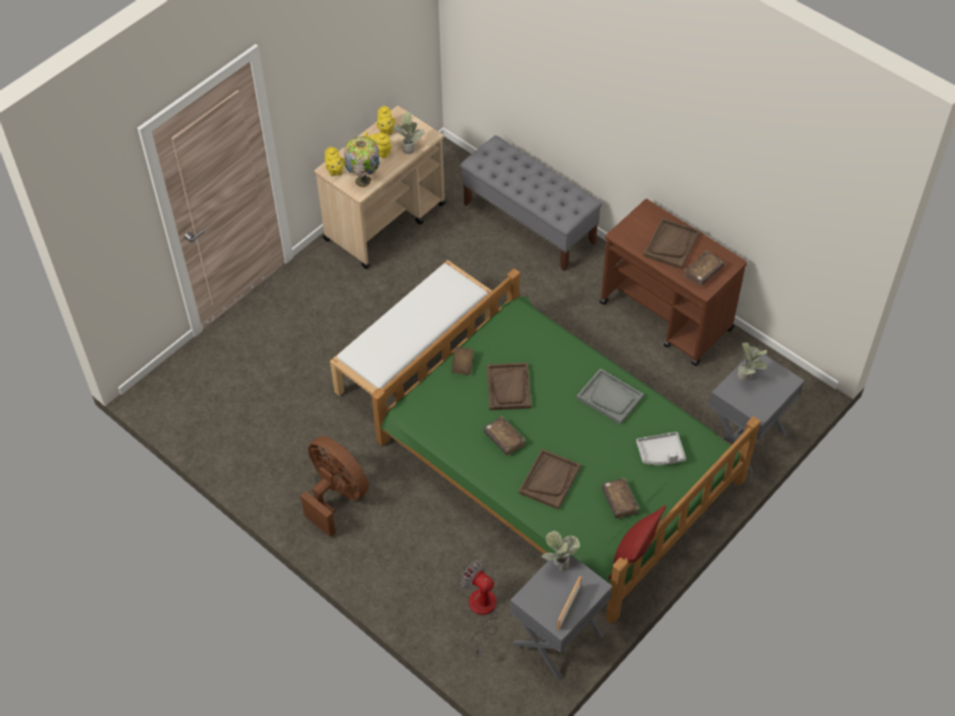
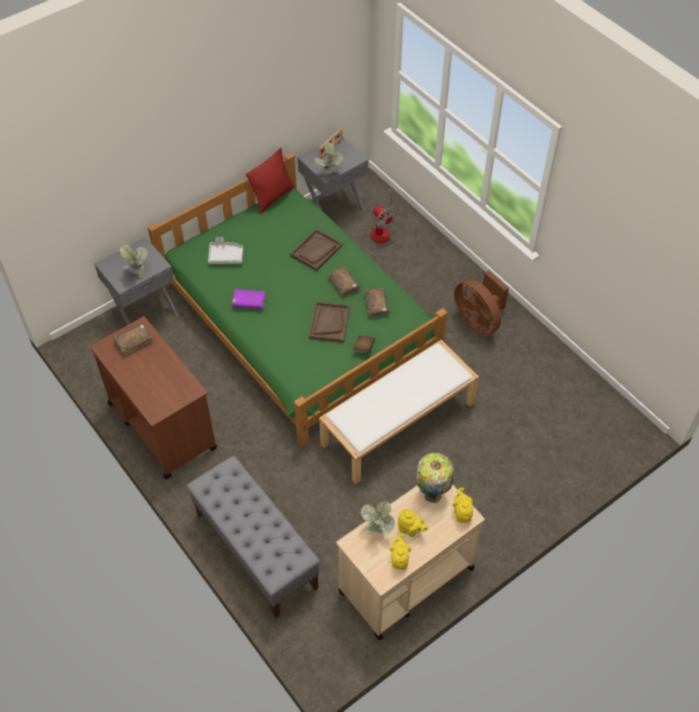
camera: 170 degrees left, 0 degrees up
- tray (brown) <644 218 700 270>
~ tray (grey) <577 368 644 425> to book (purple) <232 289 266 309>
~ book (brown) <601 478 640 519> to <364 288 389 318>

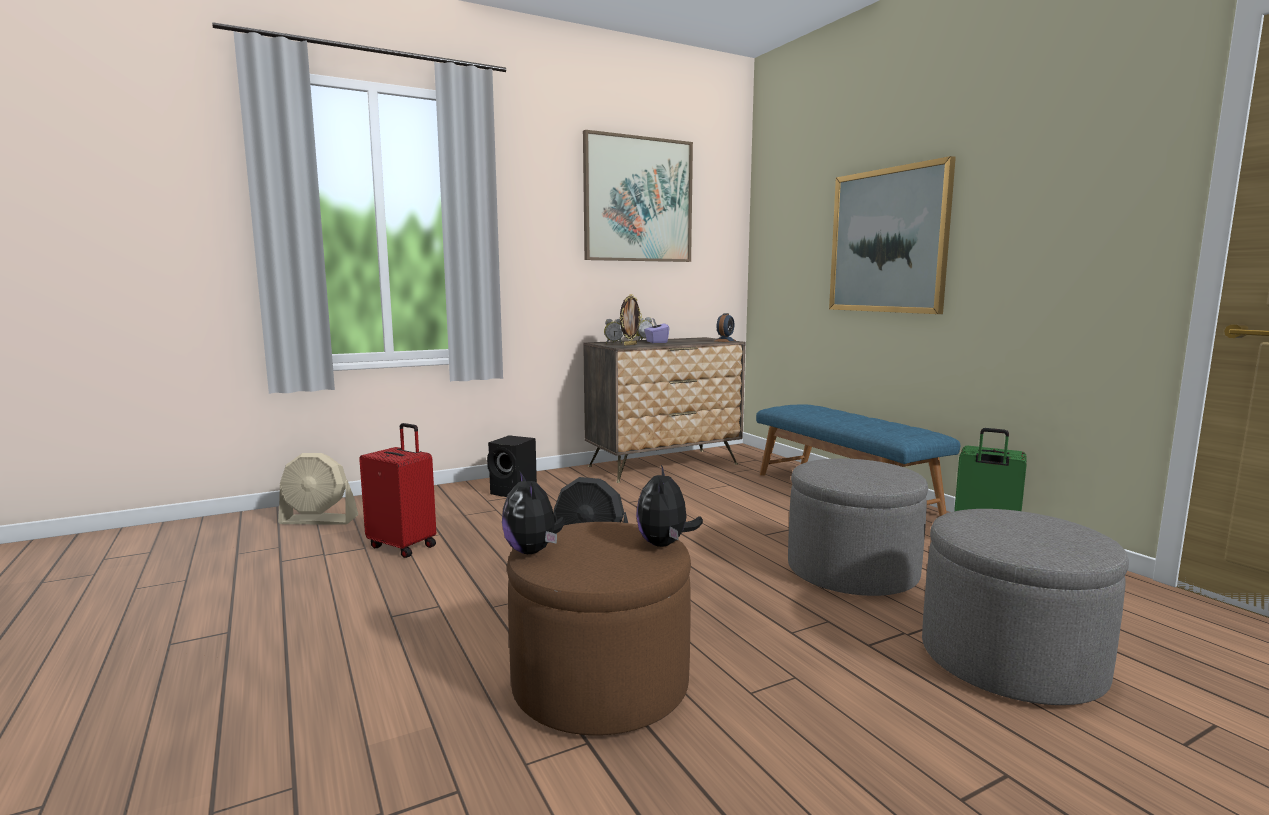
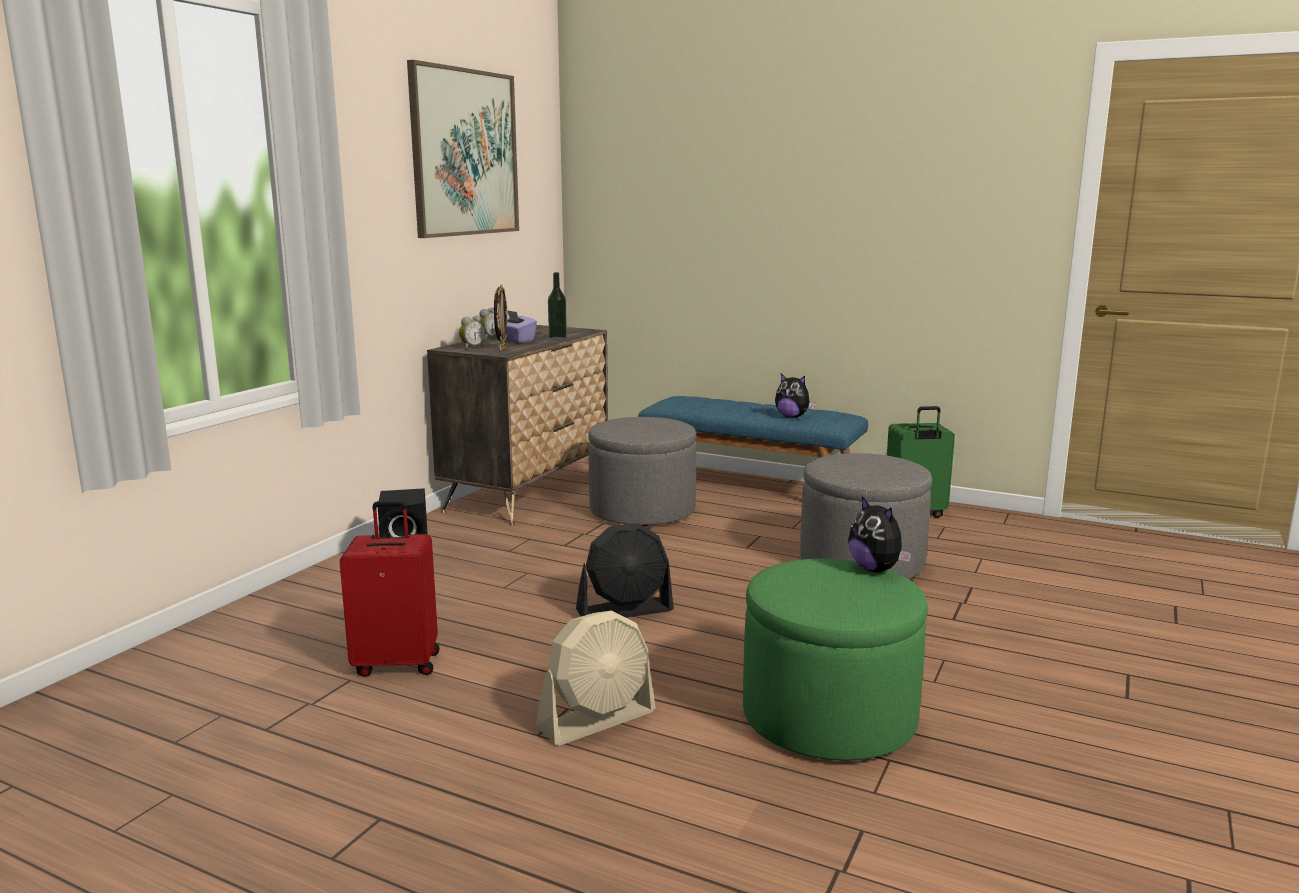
camera: 35 degrees left, 5 degrees up
- picture <829 156 956 314>
- alarm clock <715 313 736 342>
~ fan (beige) <278 453 358 525> to <536 610 656 746>
~ plush toy <502 471 565 554> to <775 373 815 418>
~ ottoman (grey) <922 509 1129 705> to <588 417 696 526>
~ ottoman (brown) <507 522 691 735> to ottoman (green) <743 559 928 761>
+ bottle <548 272 567 340>

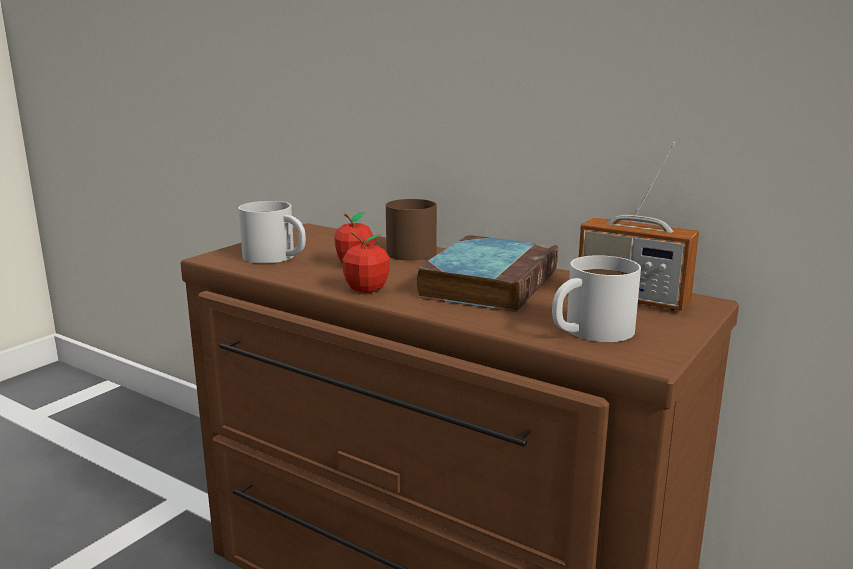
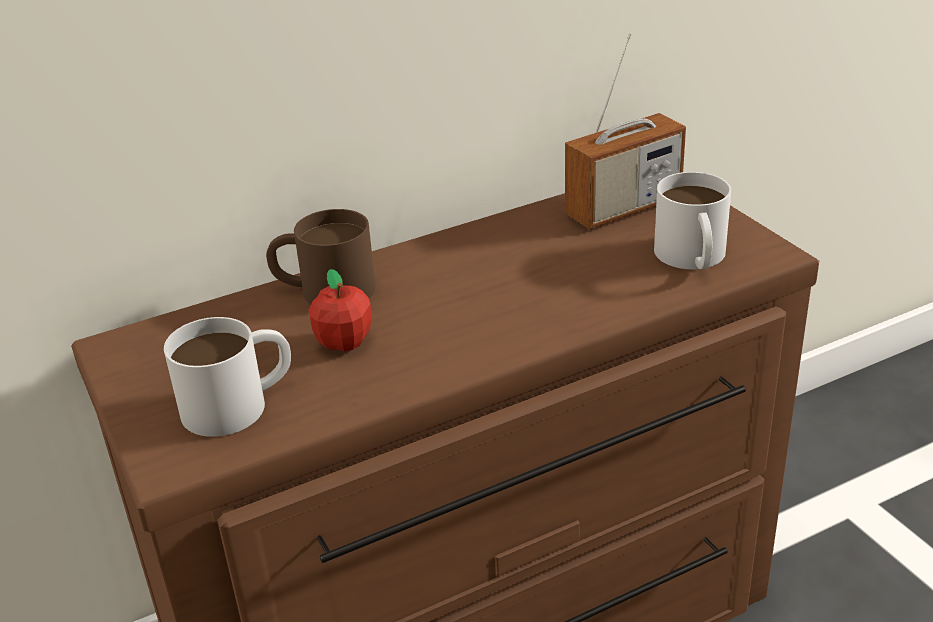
camera: 60 degrees left, 15 degrees up
- apple <342 232 390 293>
- book <416 235 558 312>

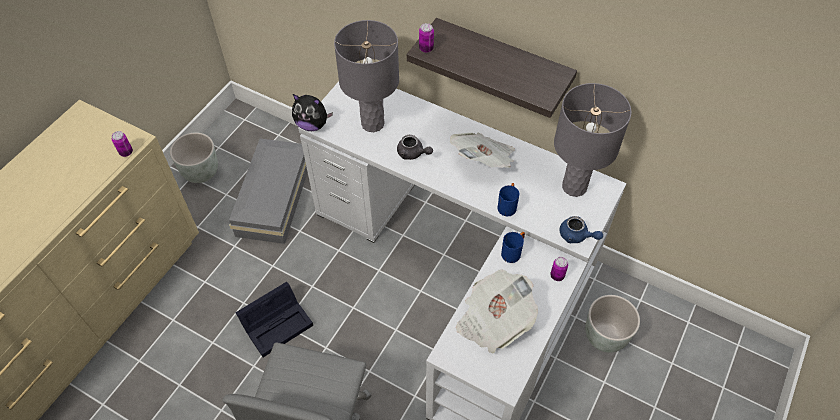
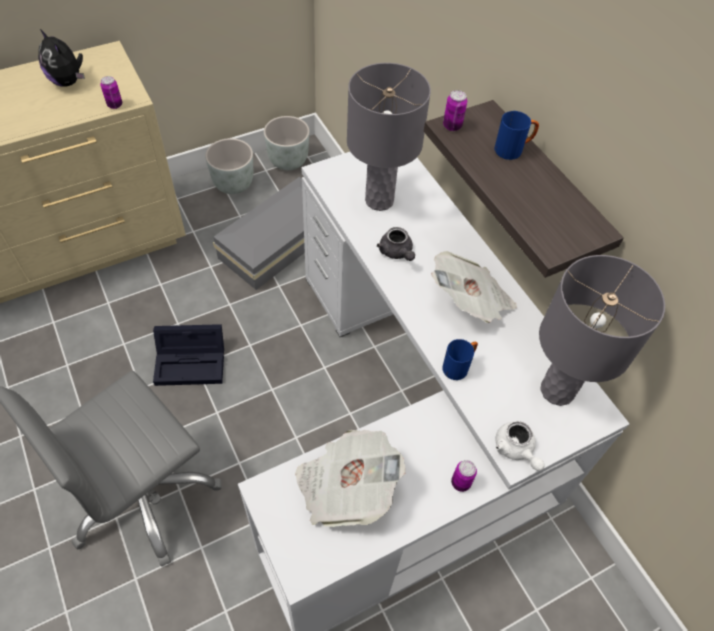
camera: 30 degrees right, 0 degrees up
~ plush toy <292 94 333 131> to <38 29 85 87>
~ teapot (blue) <560 216 603 243> to teapot (white) <495 421 545 471>
~ mug (blue) <501 232 525 263> to <494 111 539 160>
~ planter (grey) <585 295 640 353> to <264 116 310 170>

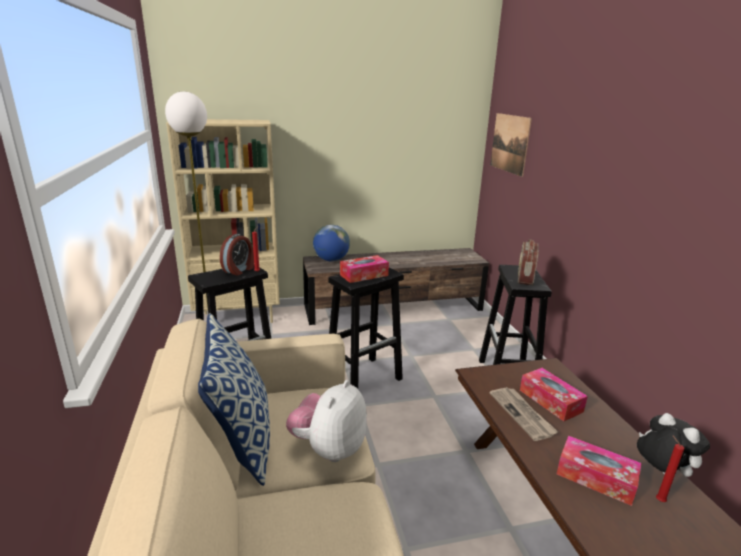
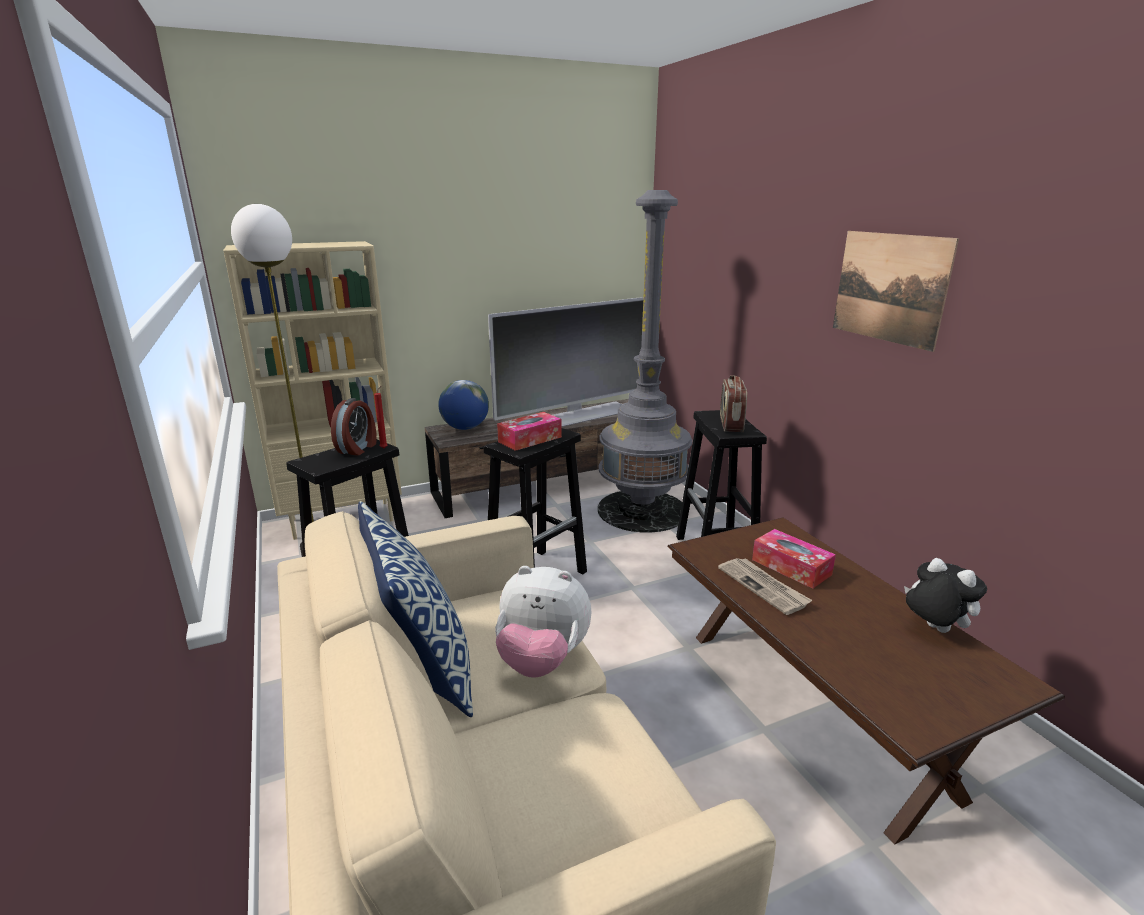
camera: 10 degrees left, 0 degrees up
~ picture <490 113 532 177> to <833 231 959 352>
~ plush toy <286 380 367 462> = <495 566 592 678> 90 degrees counterclockwise
- candle (red) <656 435 684 502>
- tissue box <557 436 642 506>
+ floor lamp (grey) <598 190 692 533>
+ television <488 297 643 427>

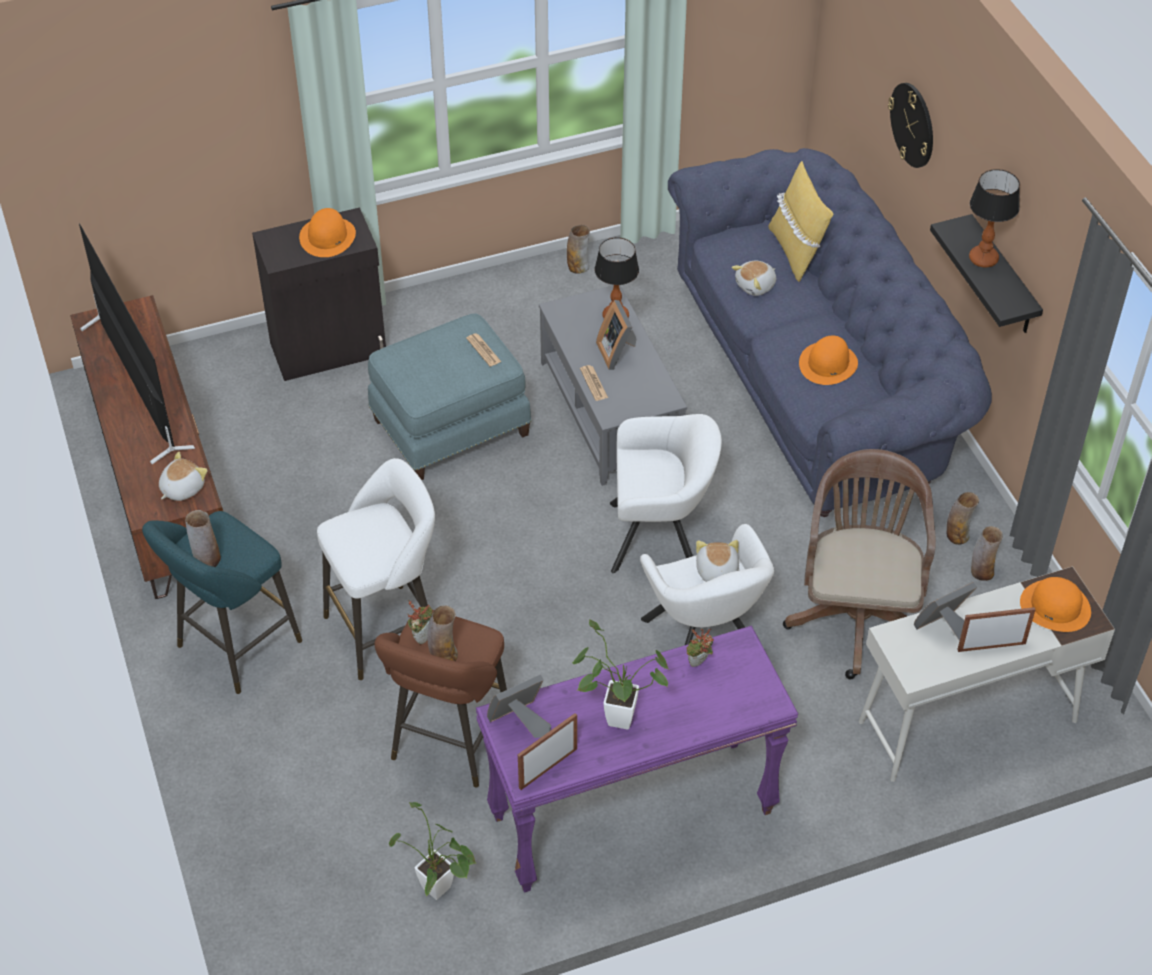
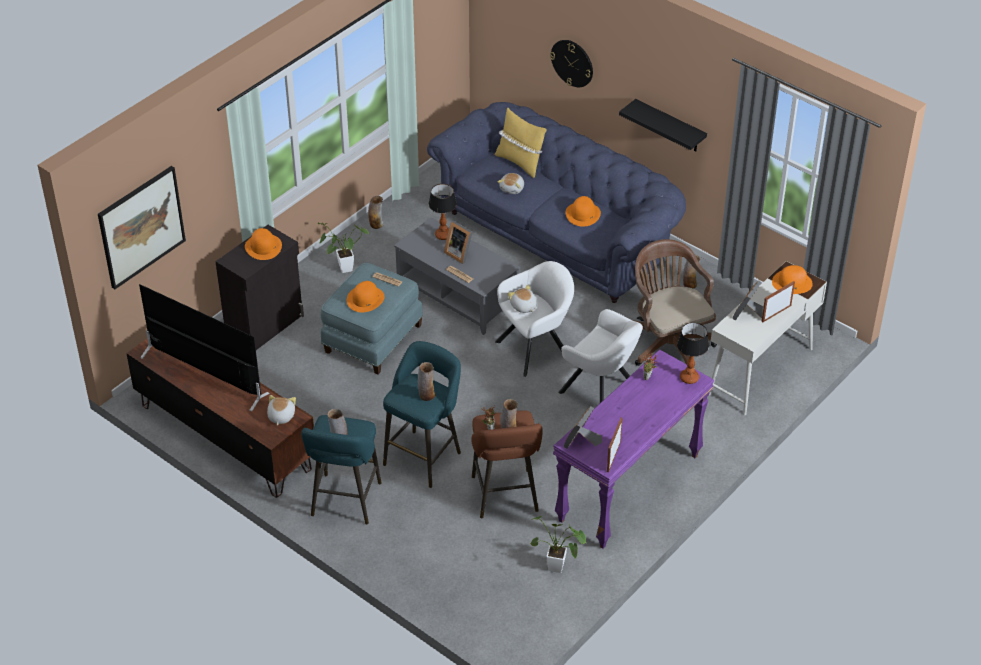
camera: 30 degrees left, 5 degrees down
~ table lamp <969 169 1020 267> to <677 322 709 384>
~ stool (white) <317 458 435 680> to stool (turquoise) <383 341 461 488>
~ vase <971 526 1003 581> to <418 362 435 401>
~ plush toy <696 540 739 582> to <508 285 537 313>
~ potted plant <572 620 668 730> to <318 223 369 273>
+ picture <98 166 186 289>
+ hat (orange) <347 281 385 312>

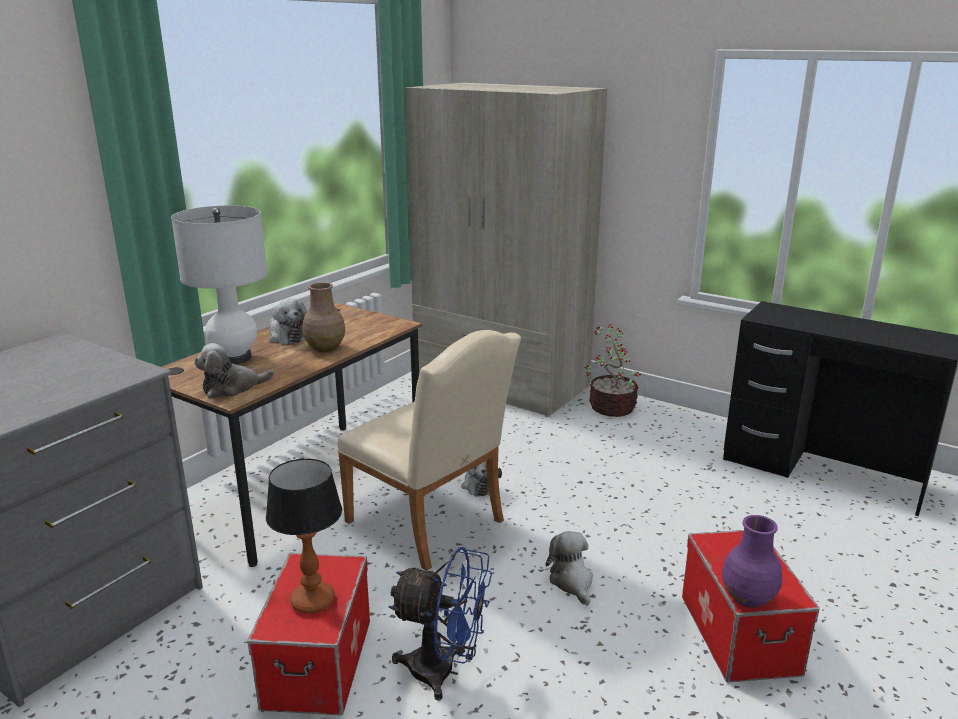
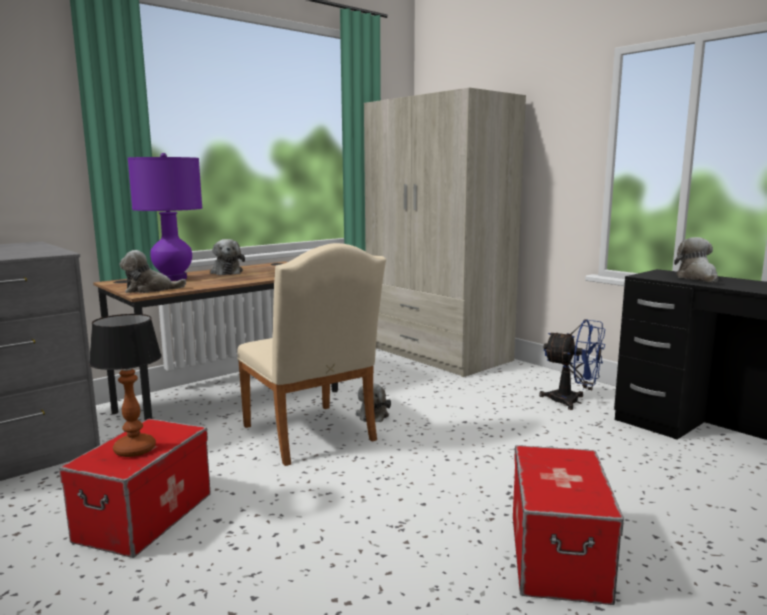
camera: 15 degrees right, 10 degrees down
~ table lamp (white) <171 205 268 364> to table lamp (purple) <128 153 202 281>
- vase (brown) <302 282 345 352>
- potted plant <585 324 641 417>
- vase (purple) <722 515 782 608>
~ plush toy <546 531 593 606> to <674 237 718 283>
~ fan (blue) <388 547 492 701> to <539 319 605 410>

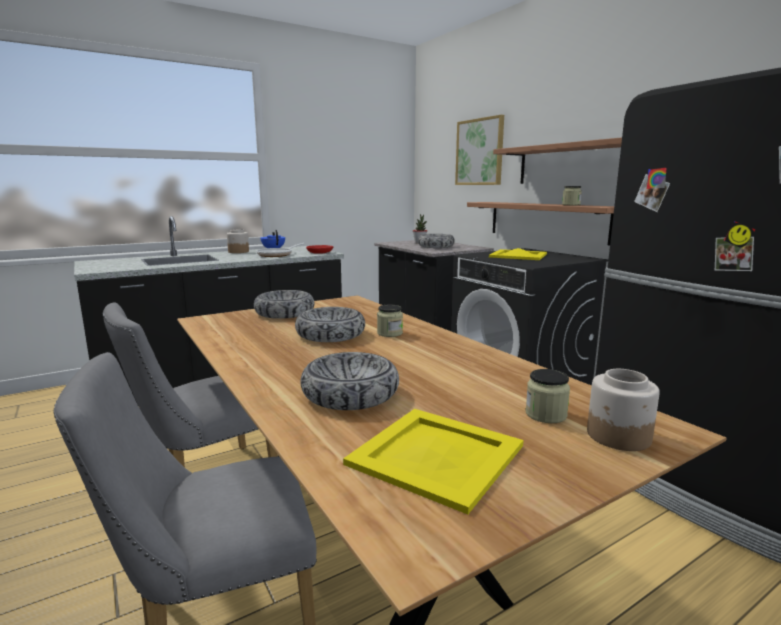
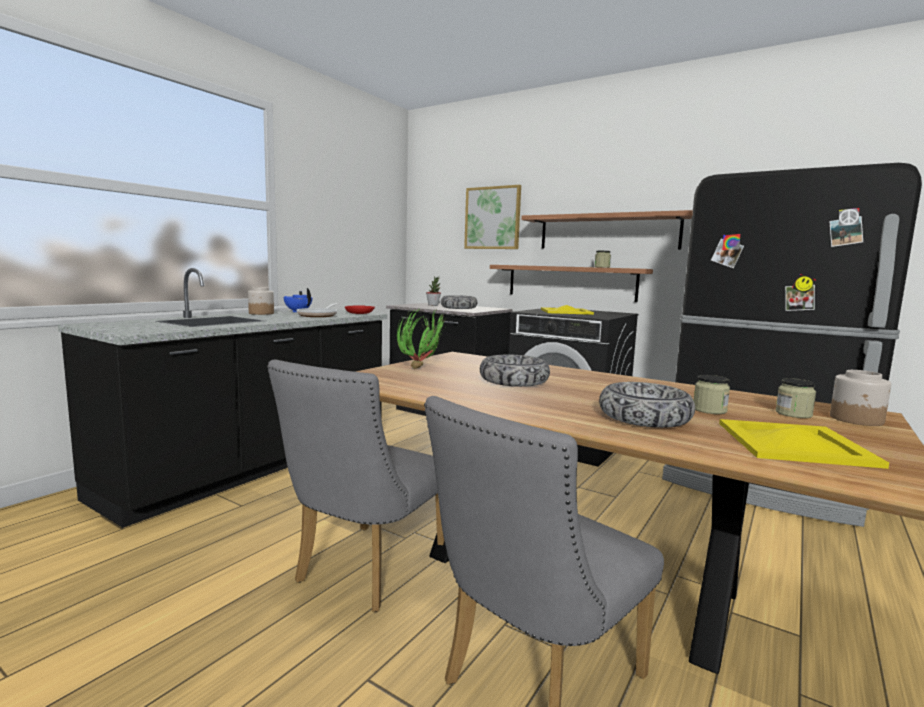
camera: 25 degrees left, 5 degrees down
~ bowl <254 290 315 319> to potted plant <397 309 448 369>
~ jar <377 304 403 337> to <694 375 730 414>

